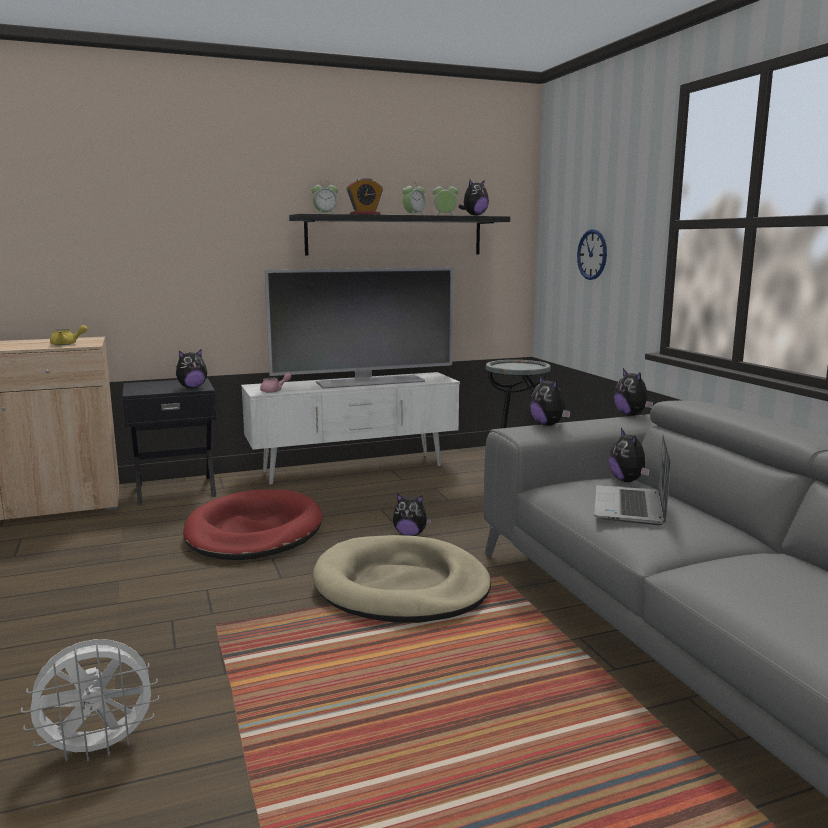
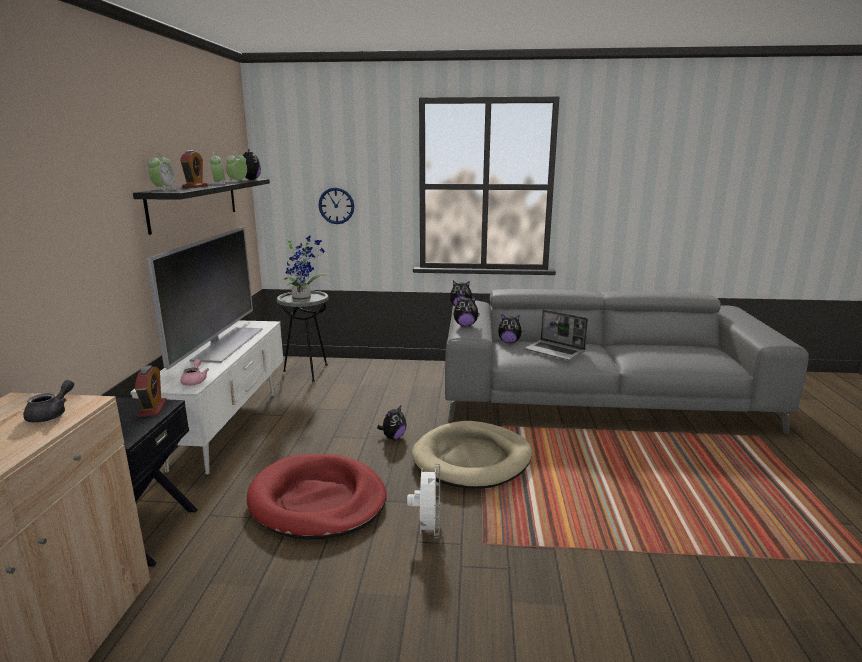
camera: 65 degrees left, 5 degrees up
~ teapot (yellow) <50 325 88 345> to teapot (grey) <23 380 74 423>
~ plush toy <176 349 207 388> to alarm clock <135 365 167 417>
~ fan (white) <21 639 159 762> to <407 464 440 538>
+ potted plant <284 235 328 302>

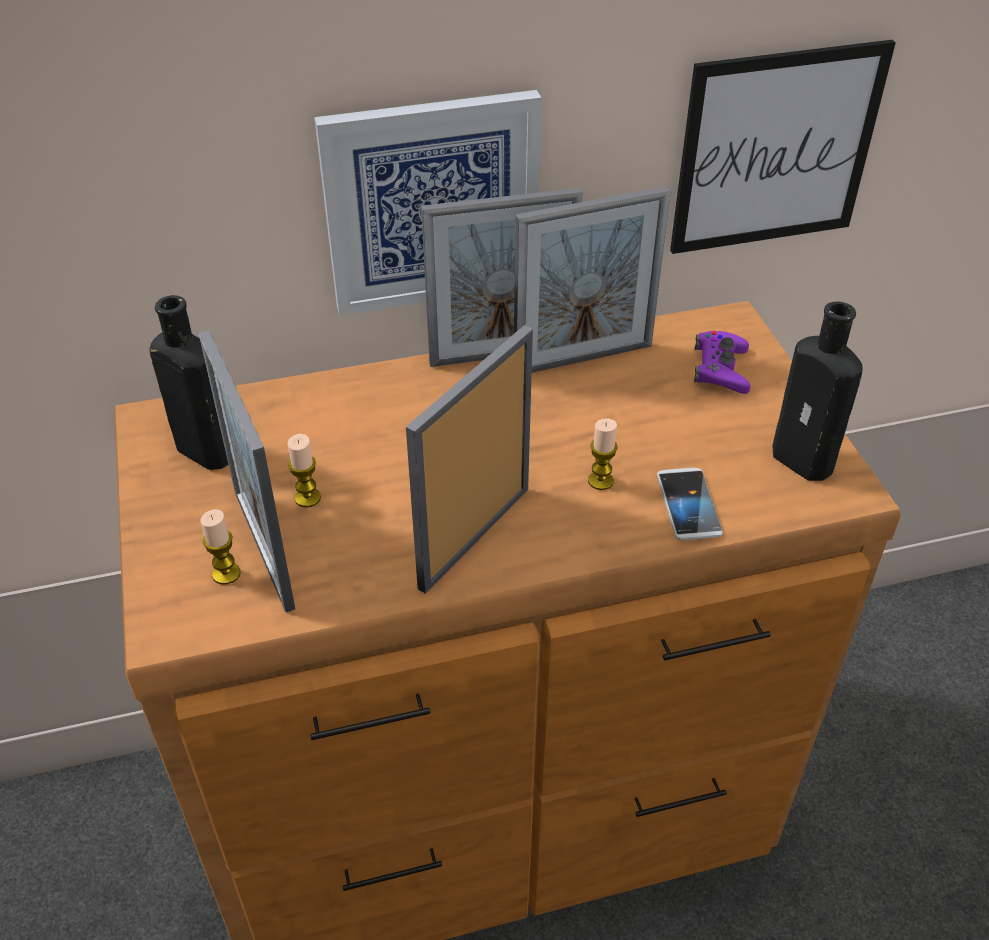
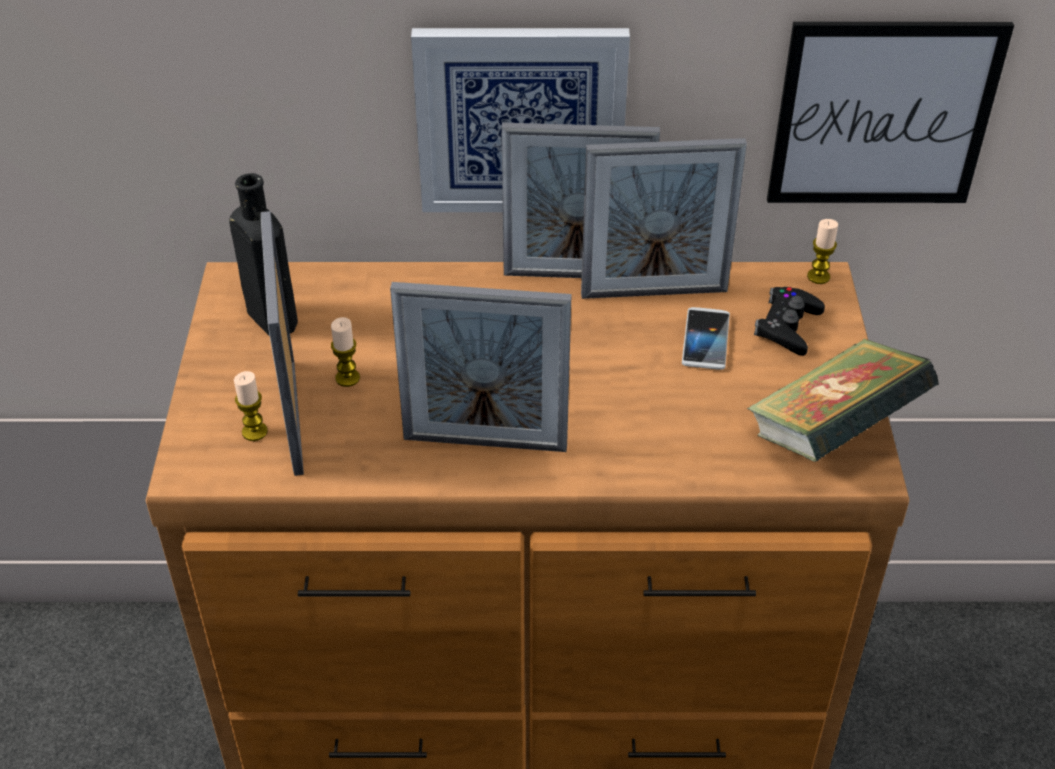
camera: 15 degrees right, 0 degrees up
~ bottle (black) <772 301 862 481> to book <747 339 939 462>
~ picture frame <406 325 533 593> = <390 282 572 452> 135 degrees counterclockwise
~ game controller (purple) <694 331 751 394> to game controller (black) <754 287 825 356>
~ candle <588 418 618 490> to <807 219 838 284>
~ phone <657 468 723 540> to <682 307 730 370>

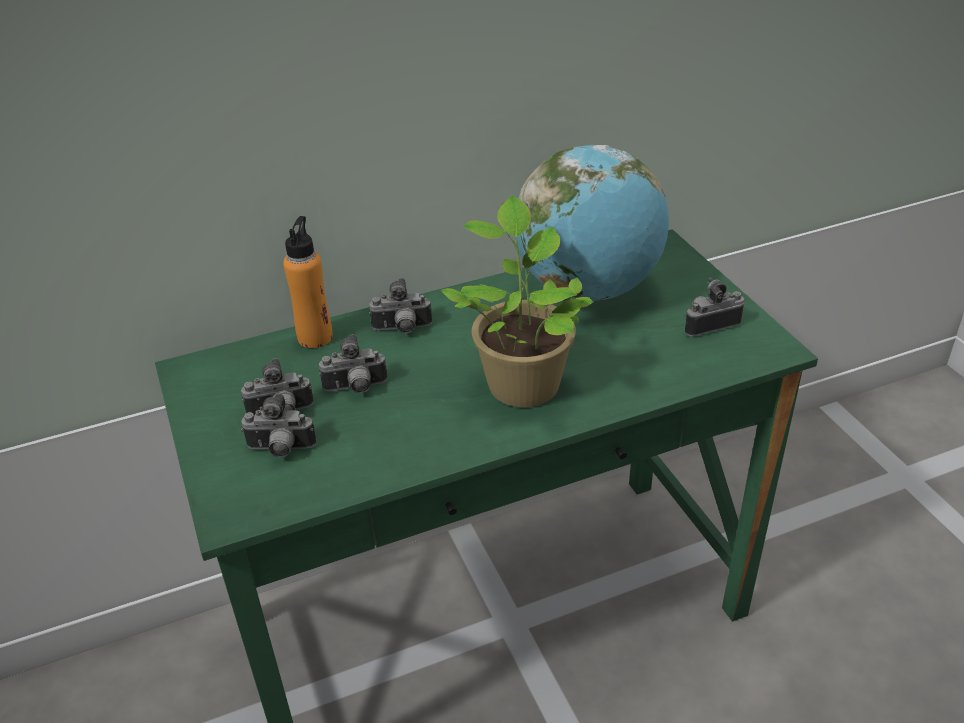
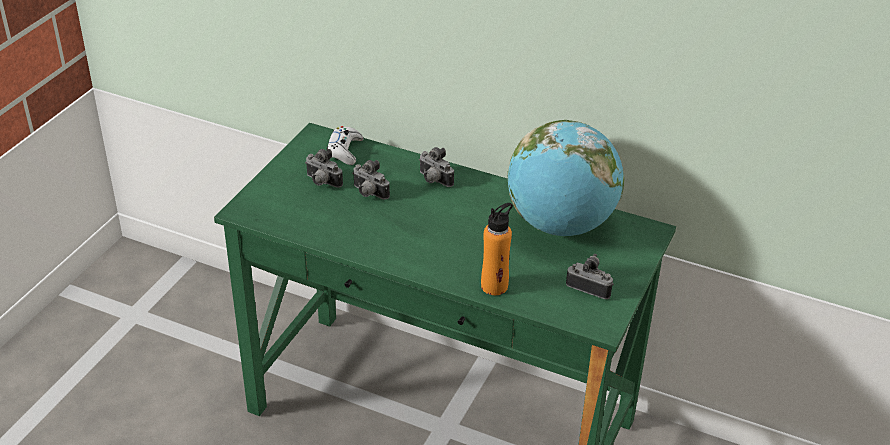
camera: 45 degrees right, 0 degrees up
- potted plant <441 195 594 407>
~ bottle (orange) <283 216 333 348> to <481 203 513 295>
- photo camera <241 393 317 457>
+ game controller (white) <326 126 363 165>

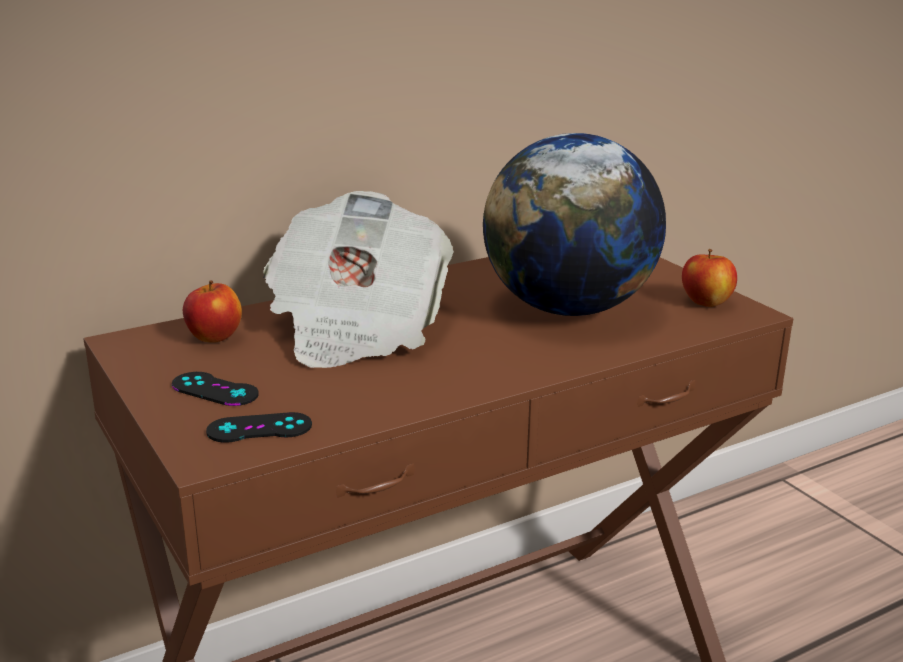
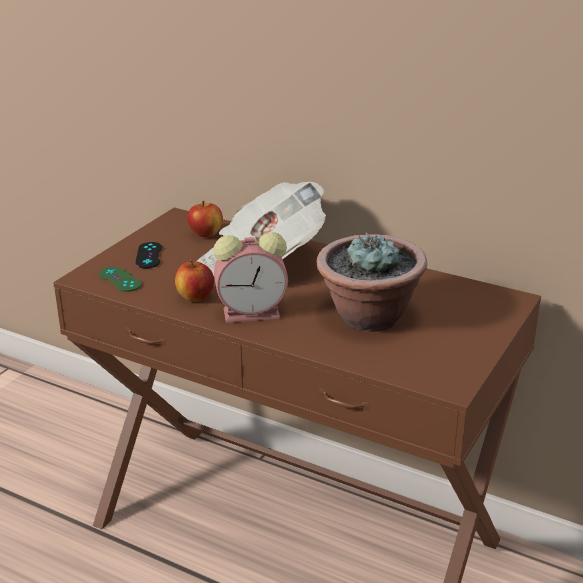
camera: 60 degrees right, 5 degrees up
~ globe <483 133 666 316> to potted plant <316 232 427 332>
~ apple <682 249 737 307> to <175 259 214 302>
~ game controller (black) <206 412 312 442> to game controller (green) <99 267 142 292>
+ alarm clock <213 232 288 323>

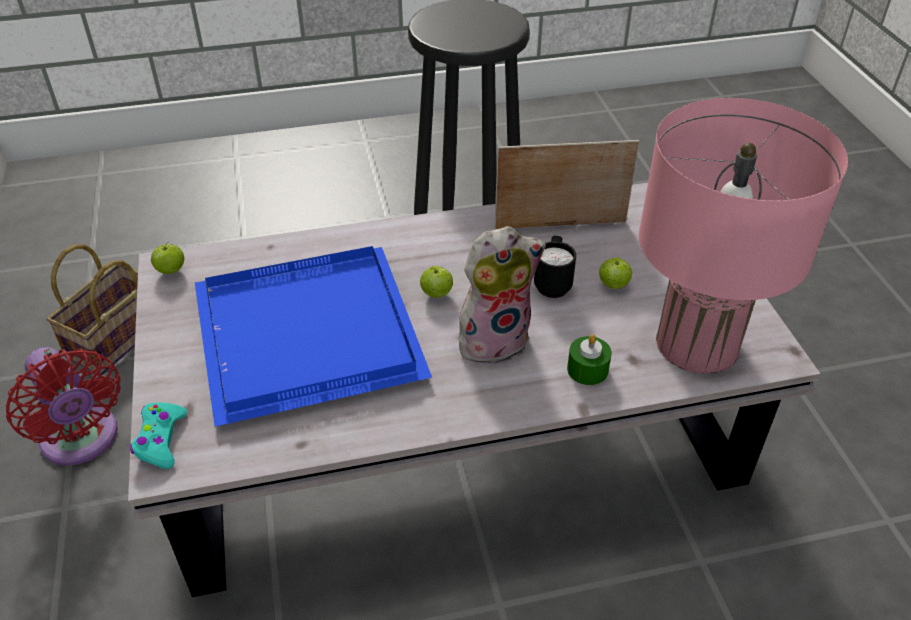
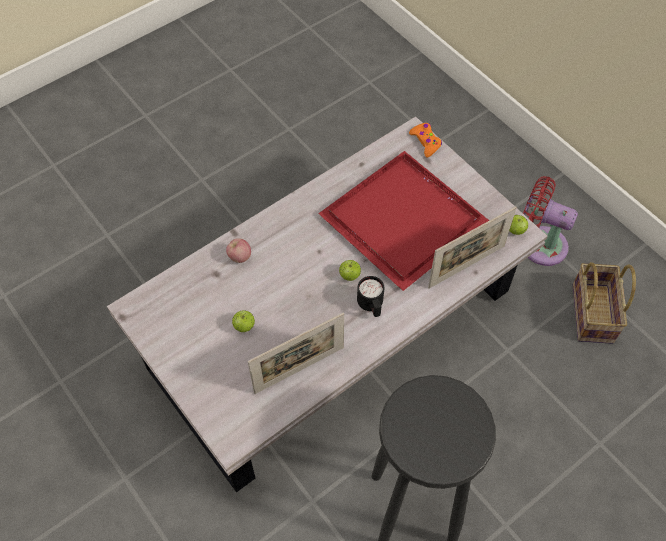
camera: 155 degrees right, 15 degrees up
- table lamp (pink) <639 98 848 374>
- plush toy <459 226 546 364>
~ mug (black) <534 236 576 298> to <357 276 384 317>
~ tray (blue) <195 246 432 427> to tray (red) <318 151 489 291>
~ candle (green) <567 334 612 385> to apple <226 238 251 263>
~ game controller (turquoise) <130 402 187 469> to game controller (orange) <409 123 442 158>
+ picture frame <428 206 517 289>

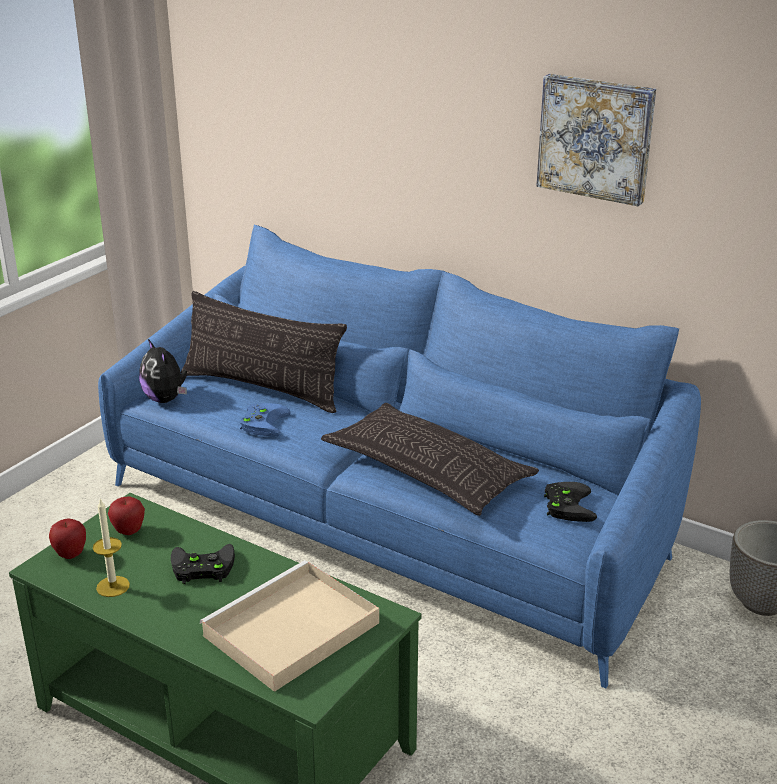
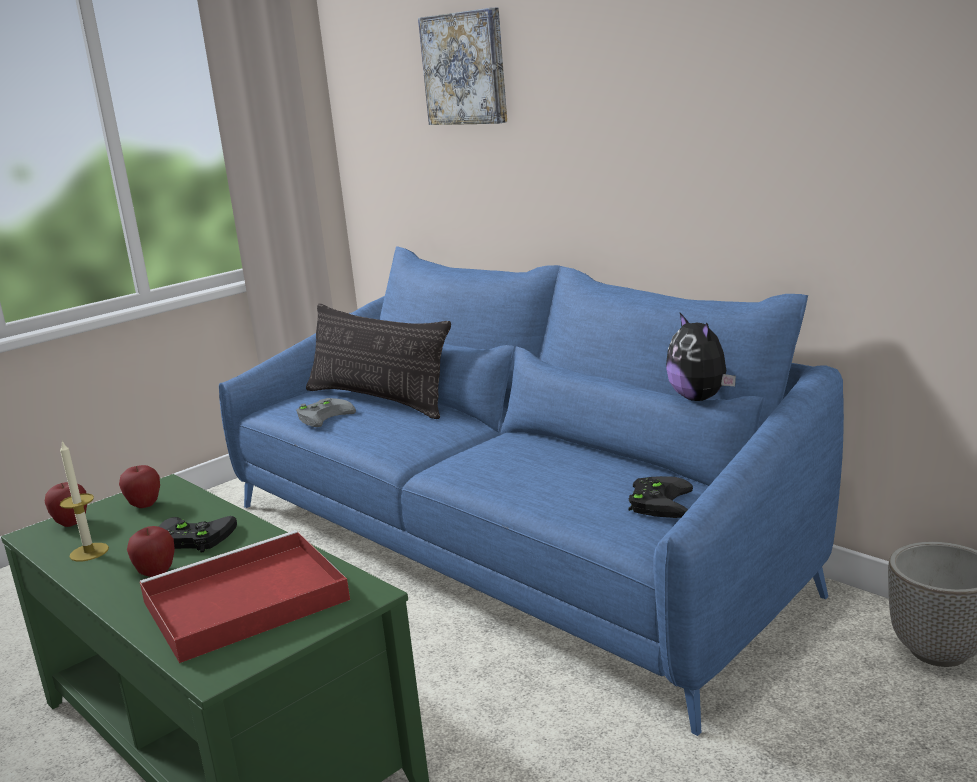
camera: 15 degrees right, 10 degrees down
~ picture <536 74 656 206> to <418 7 507 125>
~ plush toy <139 339 187 403> to <666 313 736 401>
- game controller (blue) <240 403 291 437>
- pillow <321 403 539 516>
~ tray (beige) <200 560 379 692> to tray (red) <140 530 350 663>
+ game controller (grey) <296 398 356 427>
+ apple <127 526 175 577>

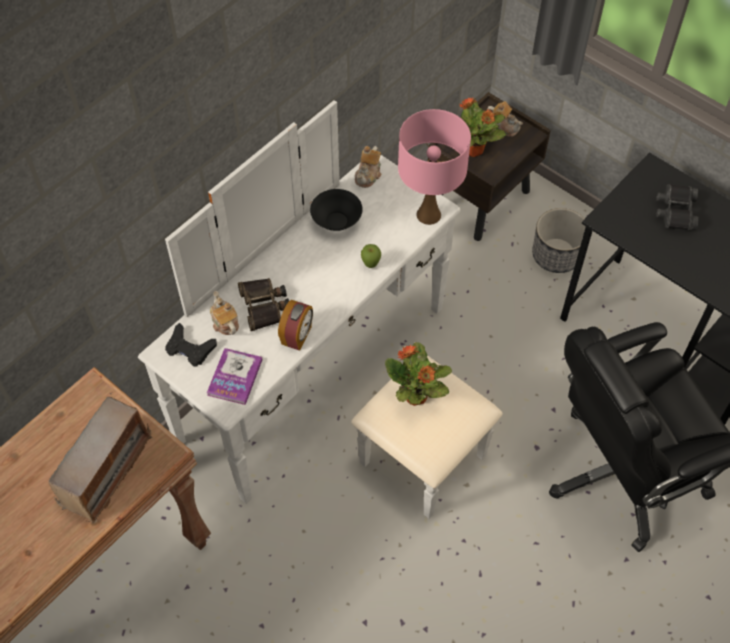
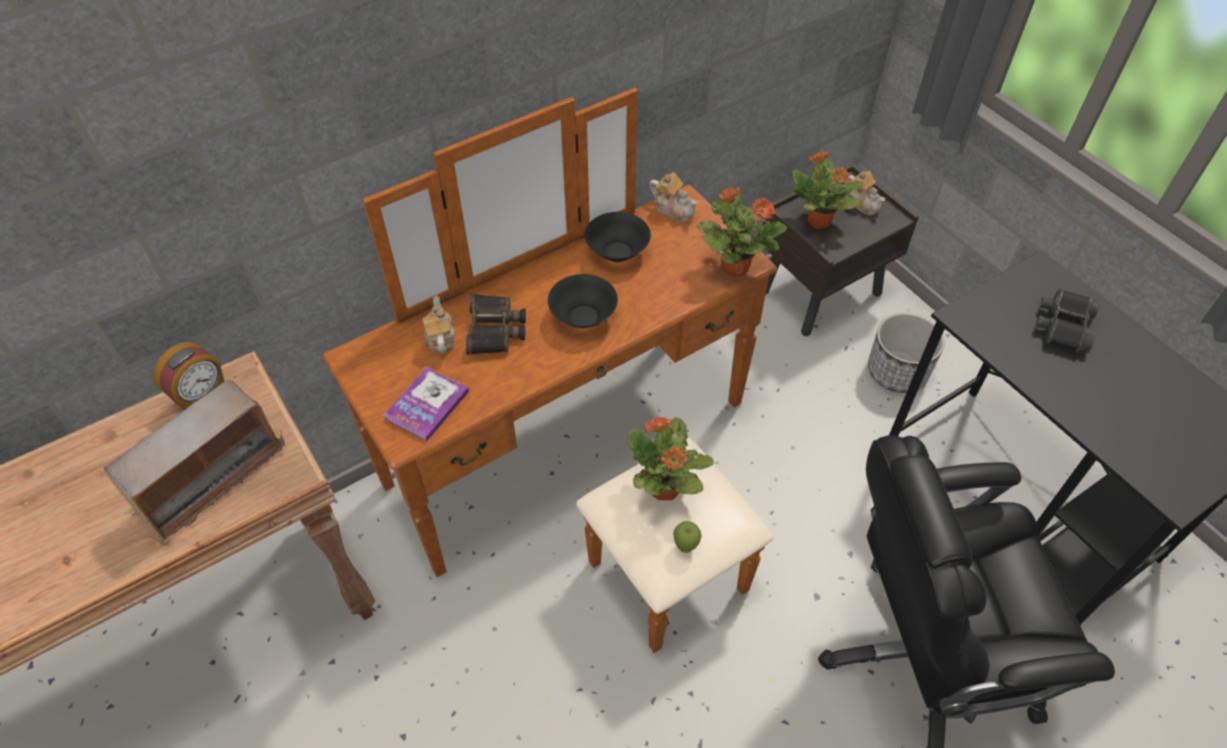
camera: 15 degrees right, 5 degrees down
~ dresser (white) <138 100 503 519> to dresser (brown) <322 88 777 653>
~ table lamp (pink) <398 109 471 225> to potted plant <697 186 787 277>
~ teapot <355 146 381 188> = <649 172 698 222> 90 degrees counterclockwise
~ apple <361 244 381 268> to <673 521 702 553>
~ alarm clock <278 300 313 351> to <153 342 225 410>
- game controller (black) <165 323 217 366>
+ bowl (black) <548 274 618 328>

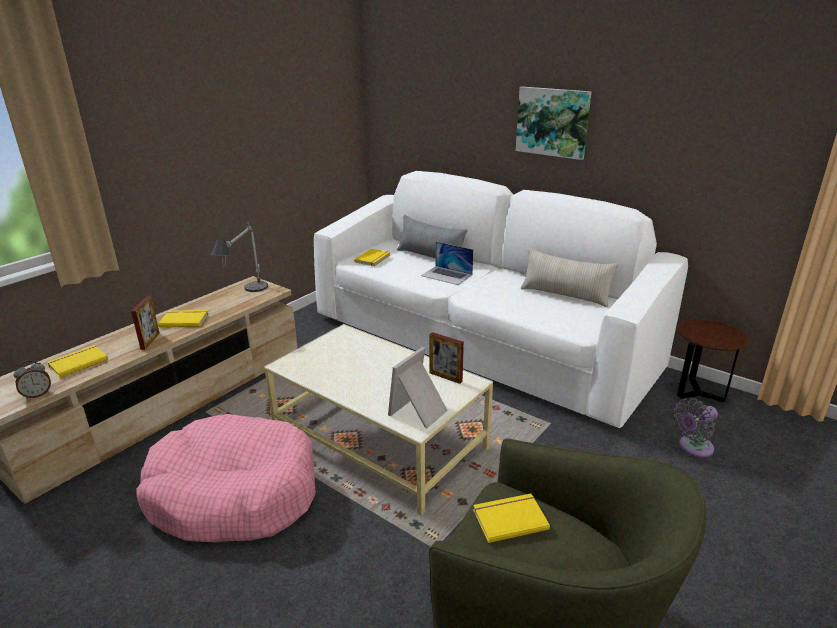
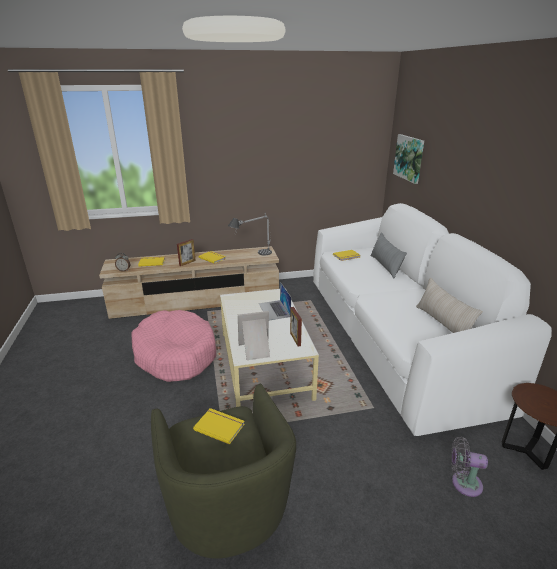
camera: 40 degrees right, 0 degrees up
~ picture <516 87 591 160> to <393 134 424 184>
~ laptop <421 242 473 285> to <259 282 291 320>

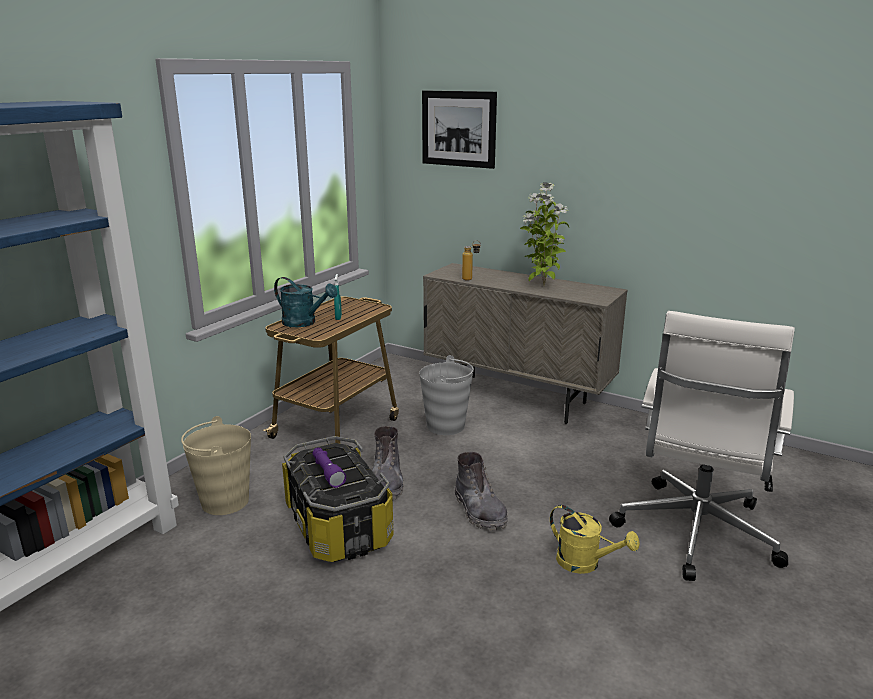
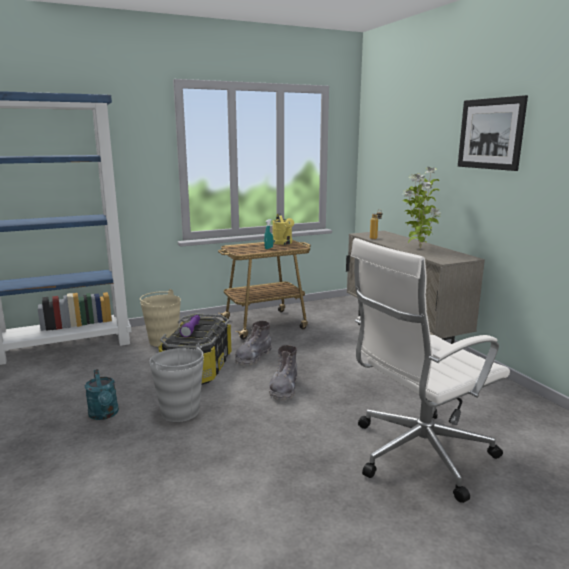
camera: 35 degrees right, 5 degrees down
~ picture <422 90 497 169> to <458 95 528 171>
~ watering can (turquoise) <274 277 338 327> to <85 369 119 420>
~ bucket (grey) <419 355 474 435> to <149 344 204 422>
~ watering can (yellow) <550 505 640 574> to <272 214 294 245>

